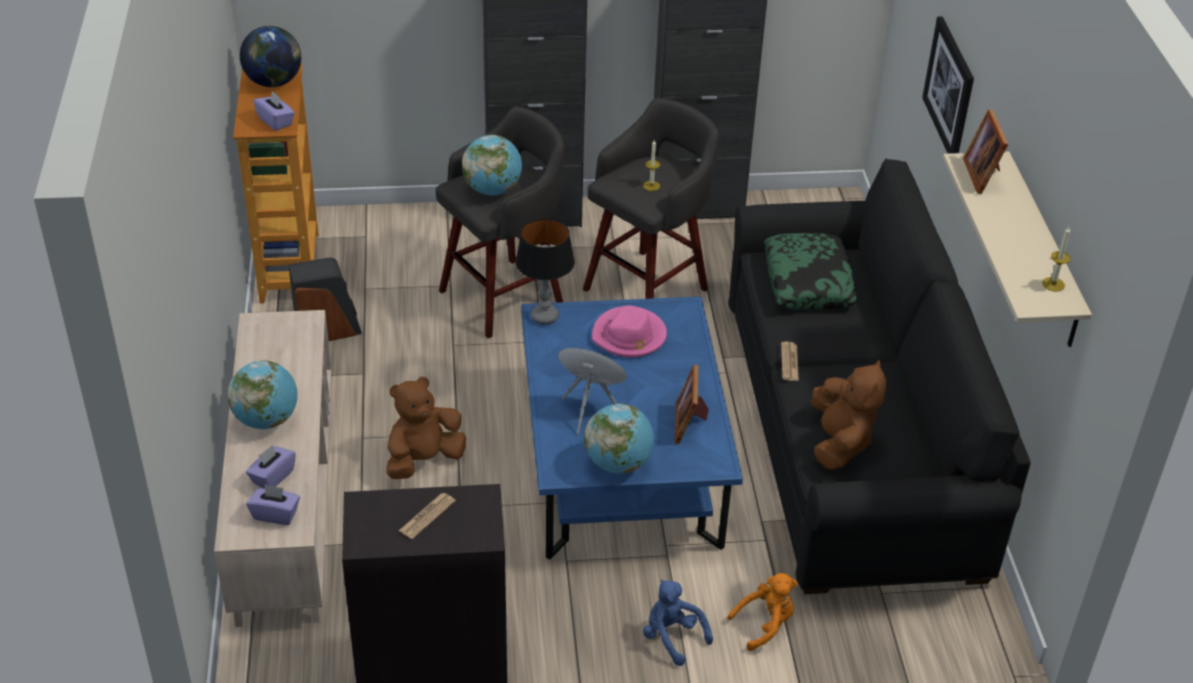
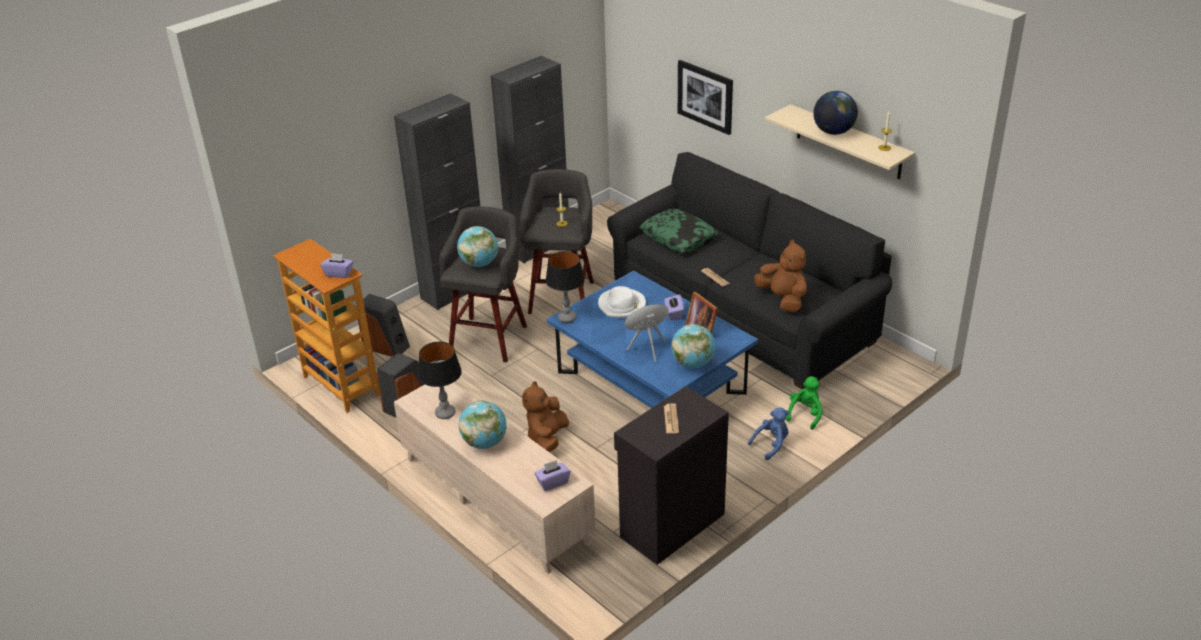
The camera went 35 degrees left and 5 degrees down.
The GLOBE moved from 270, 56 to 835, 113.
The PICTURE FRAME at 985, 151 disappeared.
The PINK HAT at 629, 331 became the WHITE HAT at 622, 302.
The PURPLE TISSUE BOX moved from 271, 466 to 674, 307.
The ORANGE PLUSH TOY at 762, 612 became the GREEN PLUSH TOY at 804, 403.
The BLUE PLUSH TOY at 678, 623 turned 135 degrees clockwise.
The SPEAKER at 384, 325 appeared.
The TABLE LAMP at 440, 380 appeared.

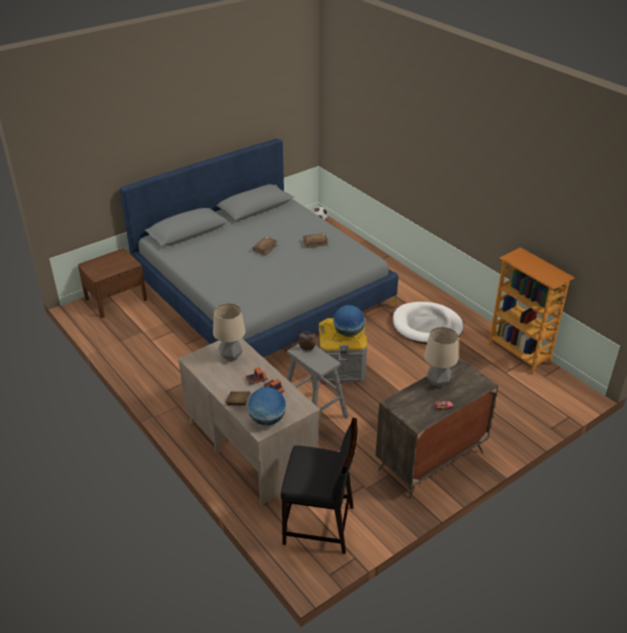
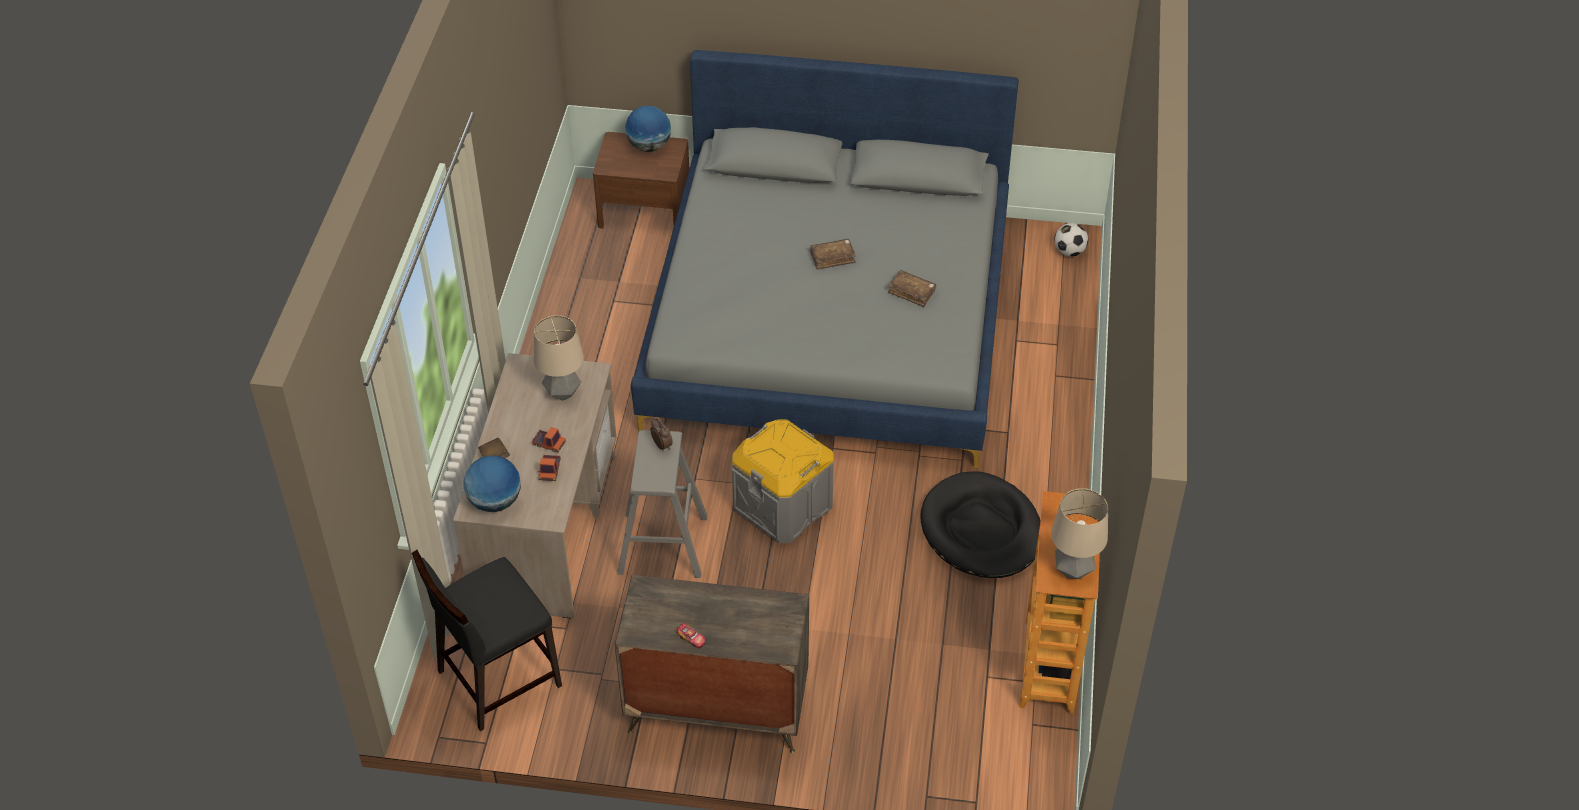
The camera went 45 degrees right and 10 degrees up.
The WHITE DOG BED at 428, 323 became the BLACK DOG BED at 981, 524.
The GLOBE moved from 349, 321 to 648, 129.
The TABLE LAMP moved from 441, 357 to 1079, 533.
The BLACK CHAIR at 319, 486 turned 90 degrees clockwise.

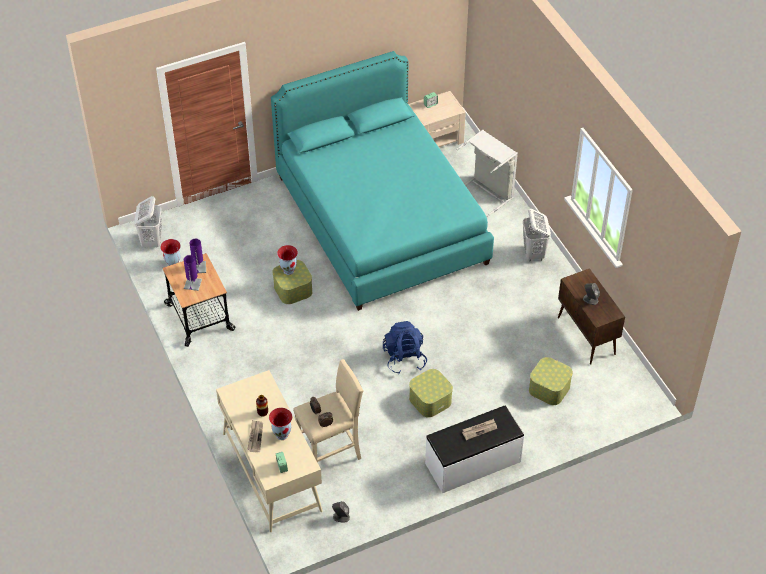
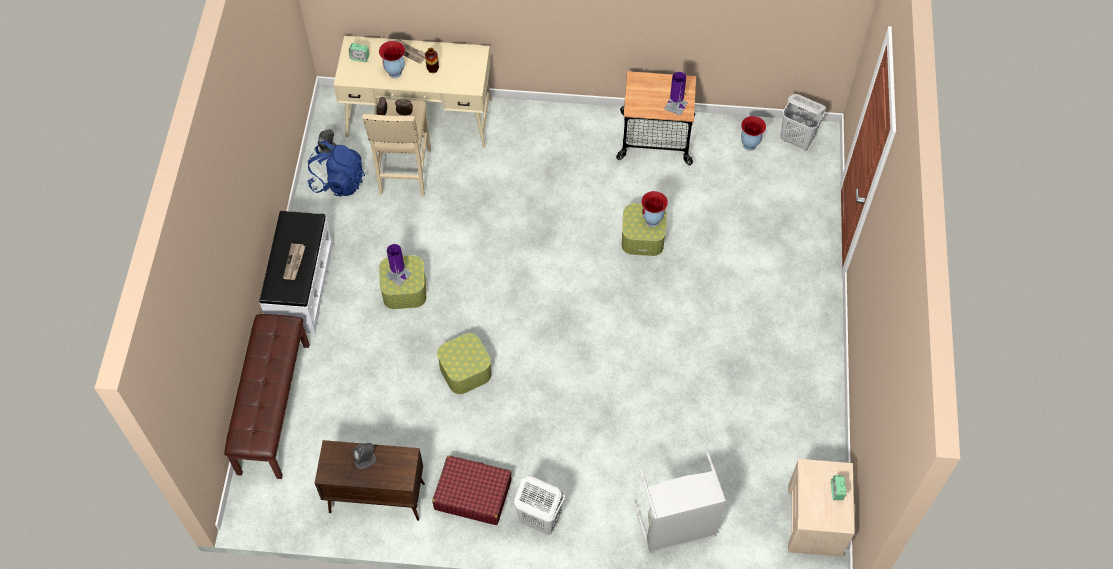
The camera went 120 degrees right and 10 degrees up.
The TURQUOISE BED at 382, 181 disappeared.
The PURPLE TABLE LAMP moved from 193, 273 to 398, 265.
The BLUE BACKPACK moved from 405, 347 to 336, 169.
The STORAGE BOX moved from 551, 381 to 464, 363.
The BROWN BENCH at 266, 396 appeared.
The RED SUITCASE at 472, 490 appeared.

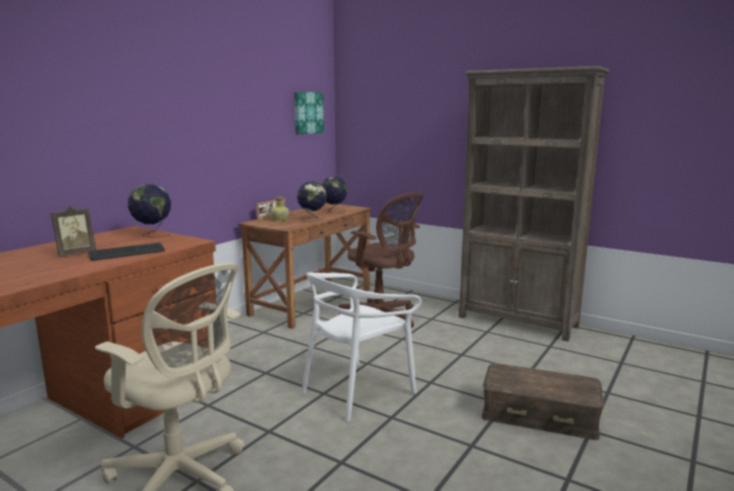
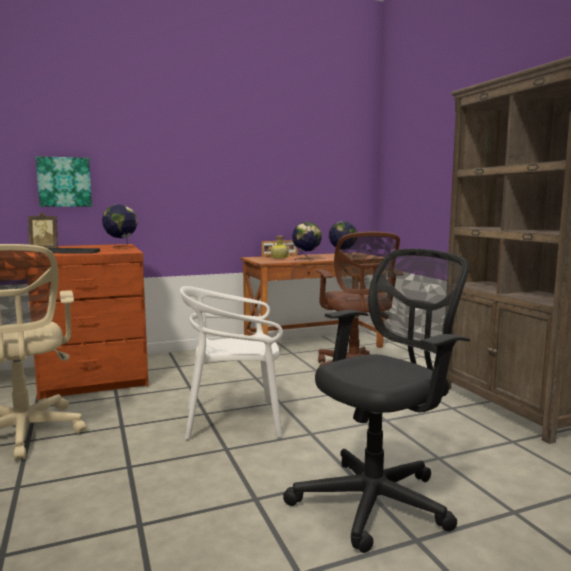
The camera went 35 degrees right and 5 degrees down.
The PICTURE moved from 309, 113 to 64, 181.
The BROWN STORAGE BOX at 543, 401 was replaced by the BLACK OFFICE CHAIR at 376, 400.

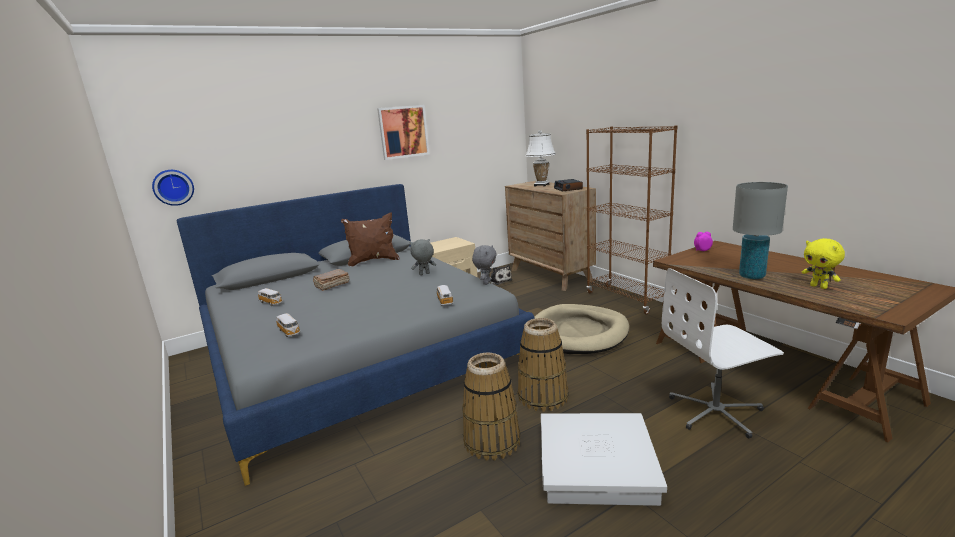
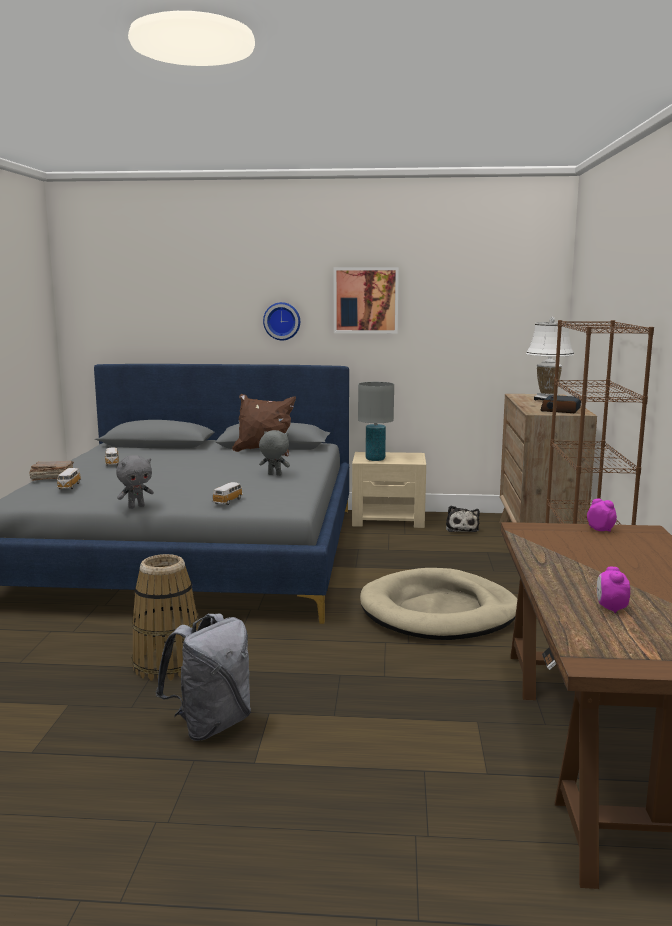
The camera went 35 degrees right and 5 degrees down.
The WALL CLOCK moved from 173, 188 to 281, 321.
The GREY TABLE LAMP moved from 760, 230 to 376, 421.
The YELLOW PLUSH TOY at 823, 263 was replaced by the ALARM CLOCK at 613, 590.
The GREY PLUSH TOY moved from 484, 265 to 135, 482.
The WHITE OFFICE CHAIR at 723, 353 disappeared.
The BROWN BOOK moved from 331, 280 to 51, 471.
The BASKET at 543, 365 disappeared.
The WHITE STORAGE BOX at 604, 459 was replaced by the GREY BACKPACK at 203, 677.

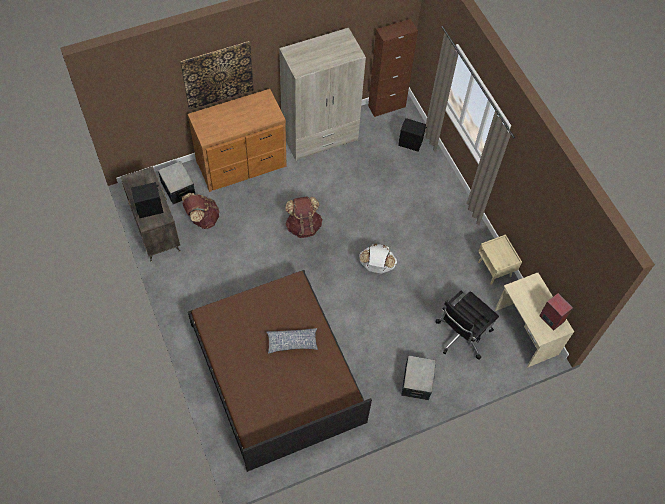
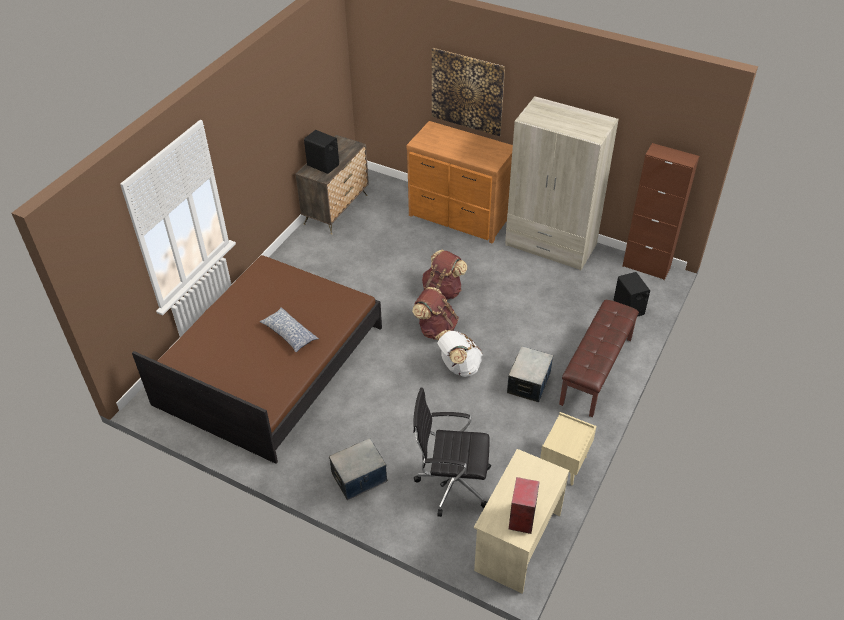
The camera went 55 degrees right and 15 degrees down.
The STORAGE BOX moved from 176, 183 to 530, 374.
The BROWN BACKPACK moved from 201, 211 to 435, 313.
The BROWN BENCH at 599, 358 appeared.

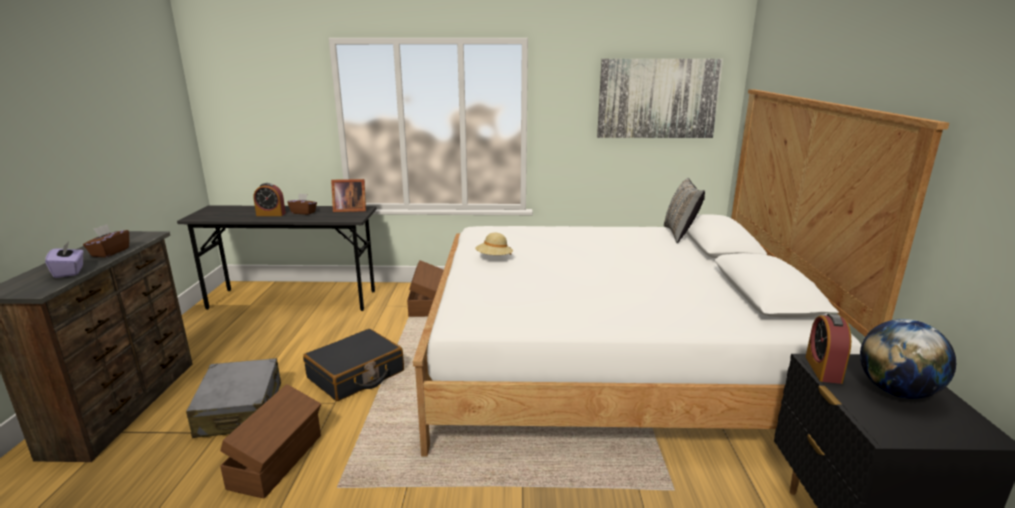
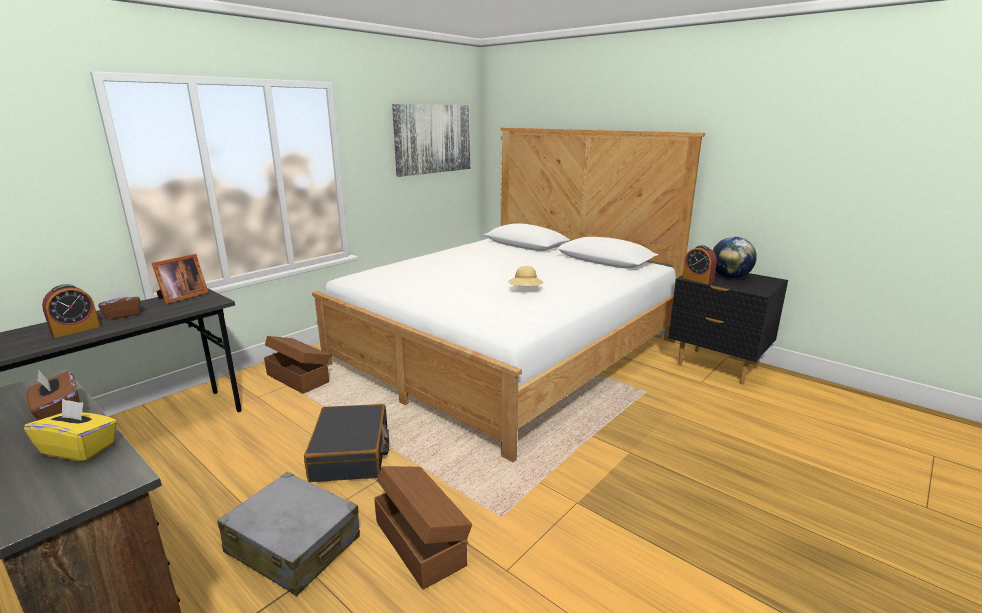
The camera went 50 degrees left and 0 degrees up.
The GREY PILLOW at 684, 210 disappeared.
The BEIGE HAT moved from 494, 244 to 525, 276.
The PURPLE TISSUE BOX at 64, 259 became the YELLOW TISSUE BOX at 70, 430.

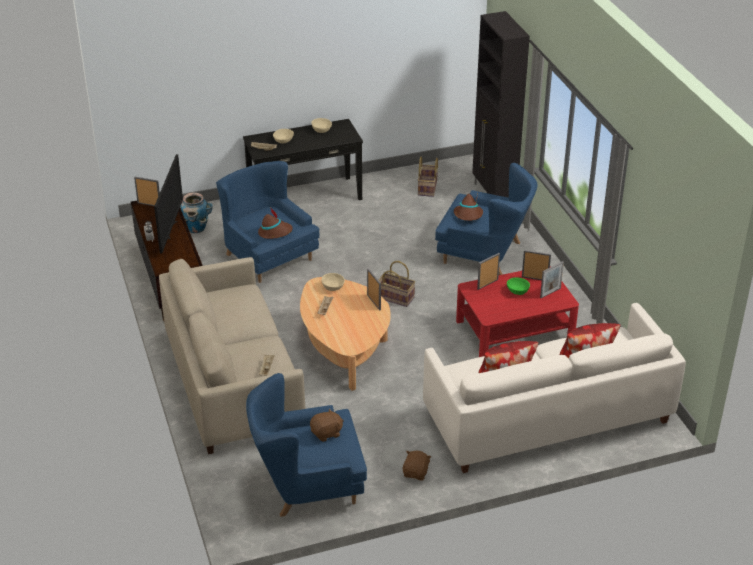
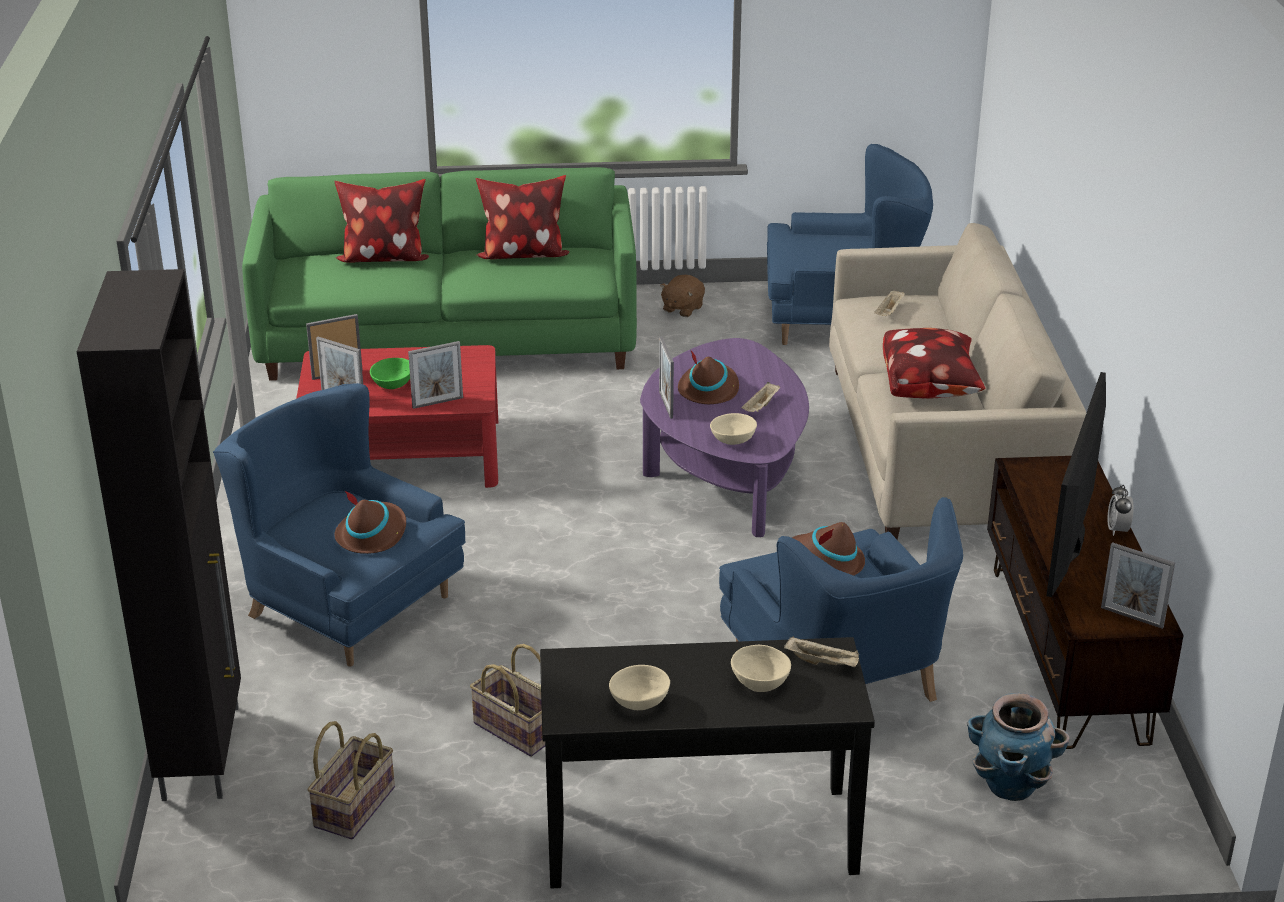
The camera went 165 degrees left and 5 degrees down.
The BASKET moved from 397, 284 to 507, 700.
The BEIGE COFFEE TABLE at 345, 334 became the PURPLE COFFEE TABLE at 724, 437.
The WHITE SOFA at 554, 388 became the GREEN SOFA at 439, 274.
The BROWN PLUSH TOY at 327, 425 disappeared.
The PILLOW at 934, 363 appeared.
The BROWN HAT at 708, 377 appeared.

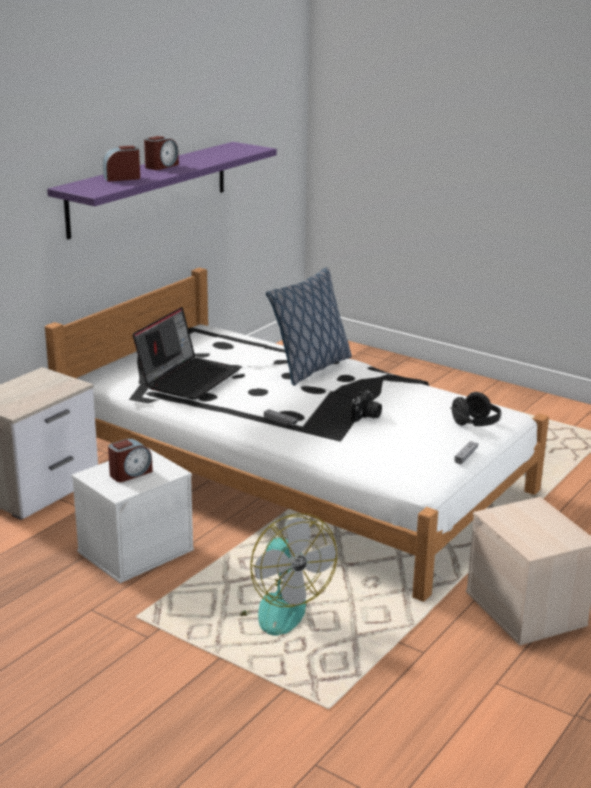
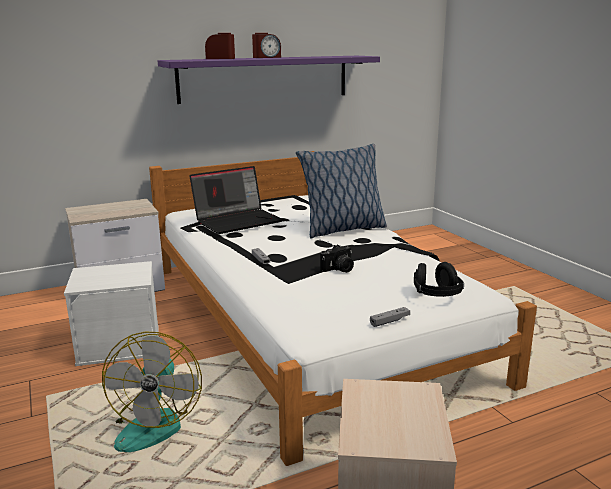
The camera went 30 degrees right and 5 degrees down.
The ALARM CLOCK at 130, 460 disappeared.

